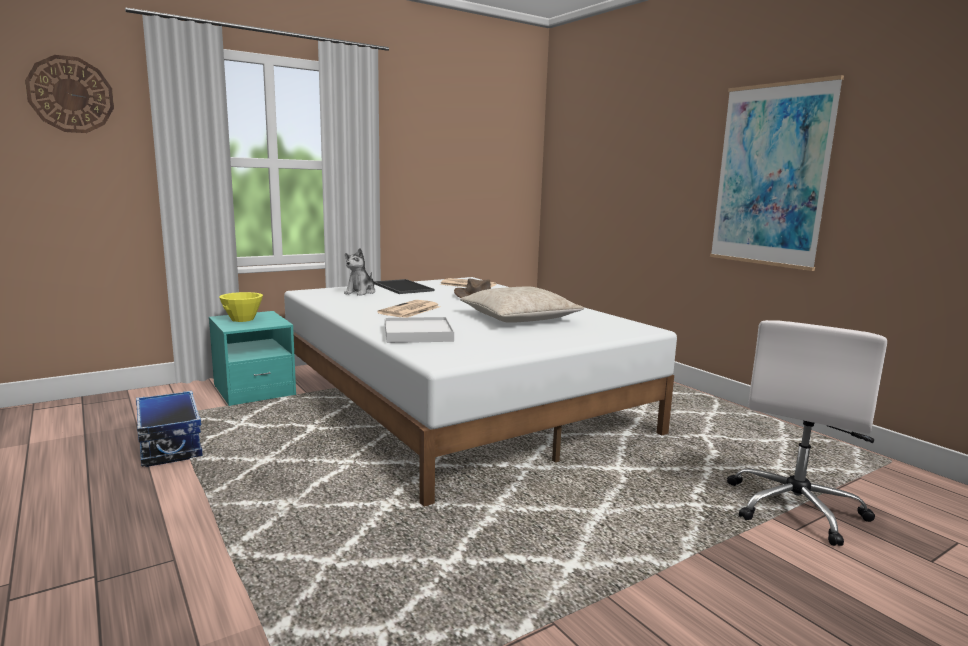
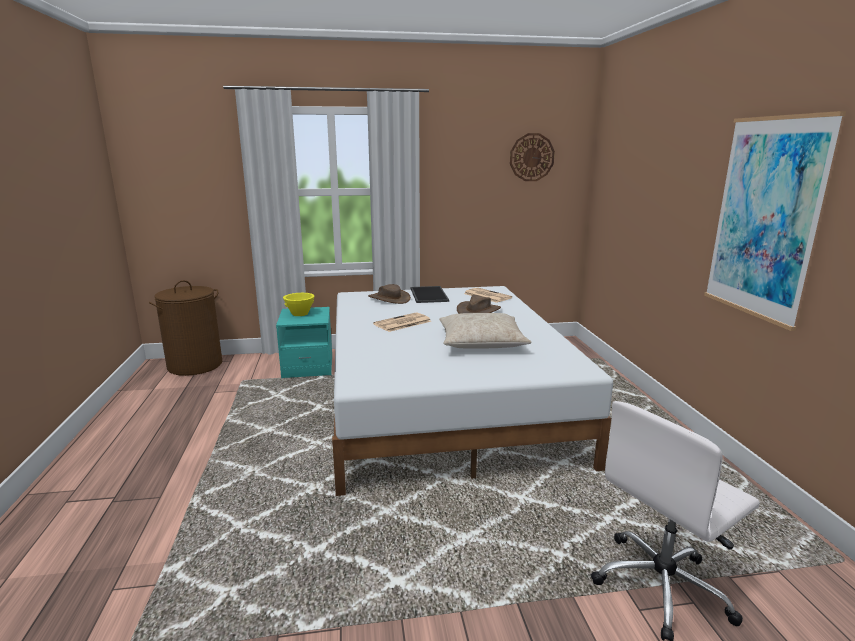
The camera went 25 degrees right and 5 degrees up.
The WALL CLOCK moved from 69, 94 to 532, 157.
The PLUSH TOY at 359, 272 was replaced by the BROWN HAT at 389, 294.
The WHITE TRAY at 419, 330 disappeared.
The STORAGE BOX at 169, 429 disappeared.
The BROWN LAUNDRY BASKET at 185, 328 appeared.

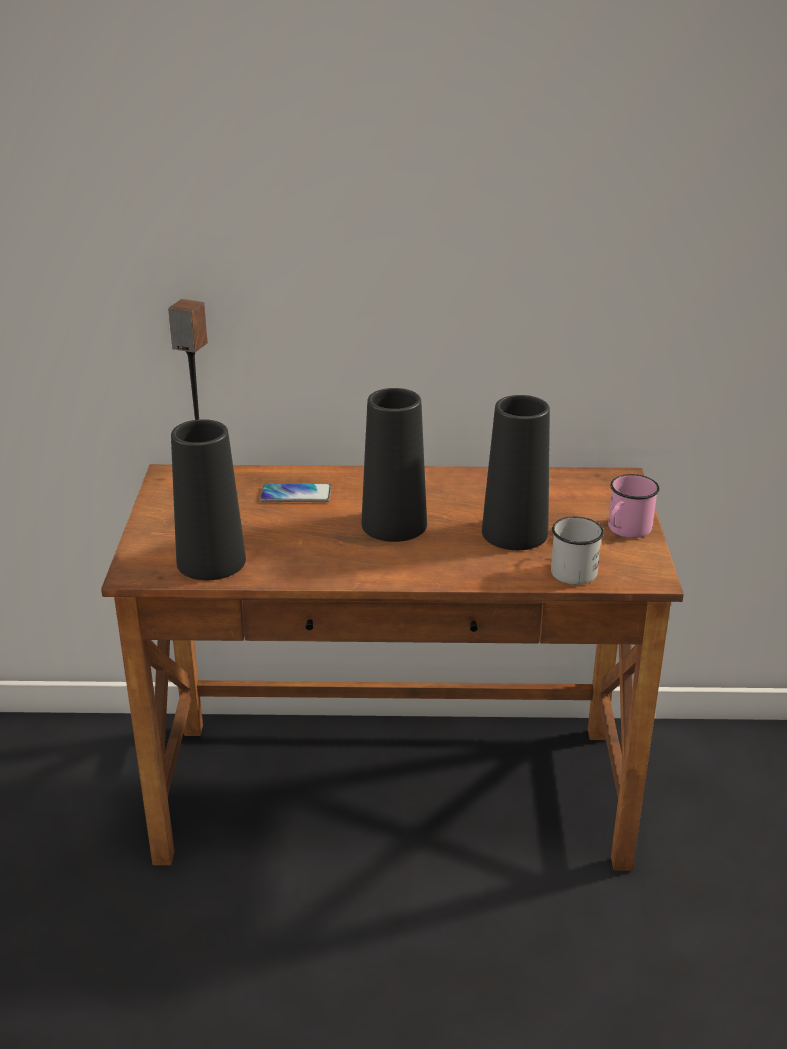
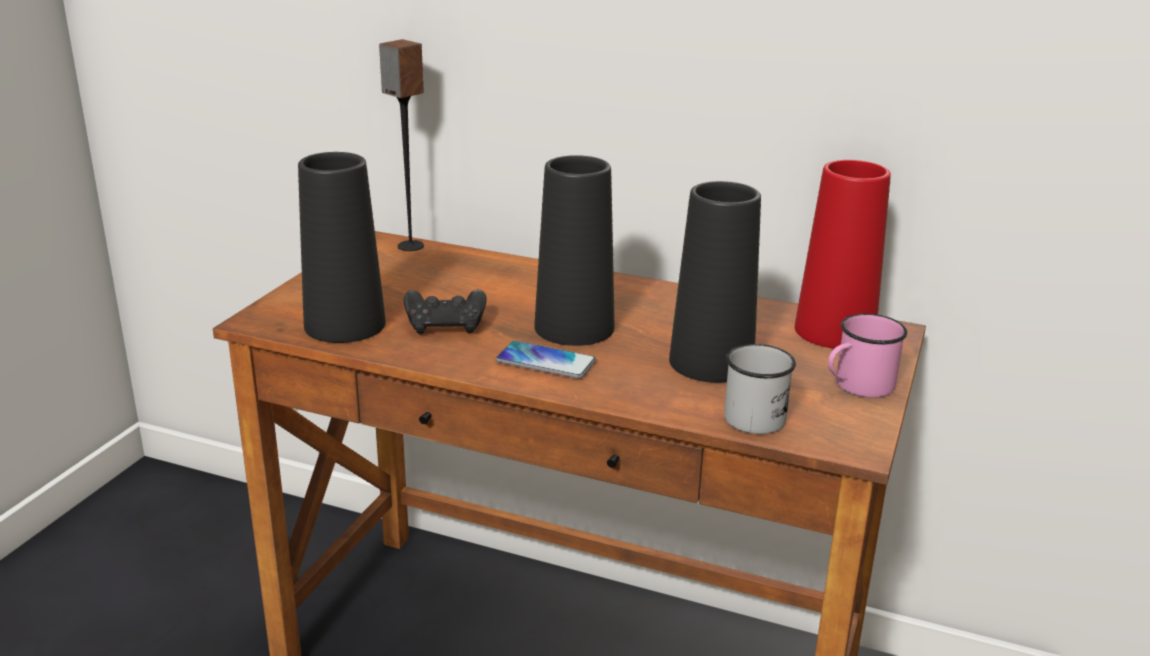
The camera went 20 degrees right and 5 degrees down.
The PHONE moved from 295, 492 to 546, 360.
The RED VASE at 843, 254 appeared.
The BLACK GAME CONTROLLER at 445, 312 appeared.

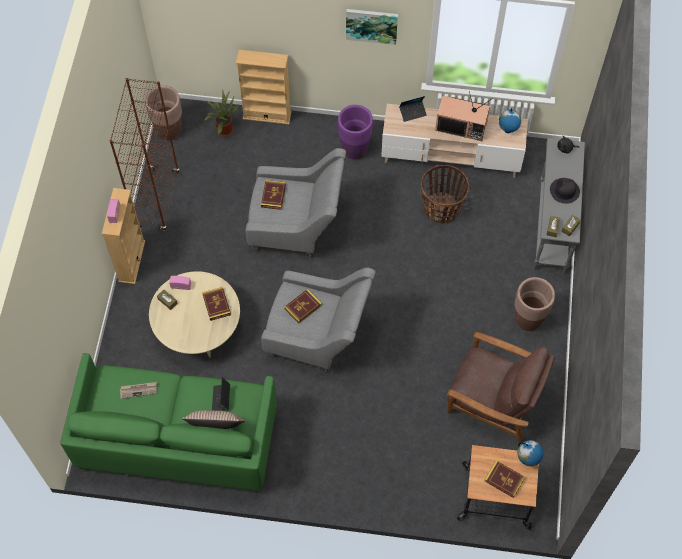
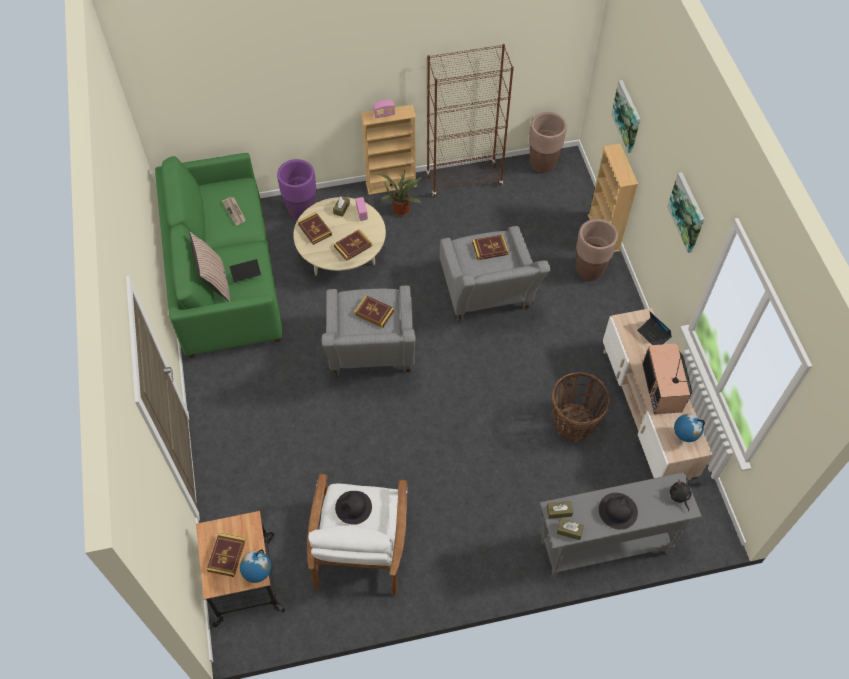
The camera went 70 degrees right and 5 degrees down.
The POTTED PLANT moved from 221, 113 to 400, 193.
The PURPLE PLANTER moved from 355, 132 to 296, 189.
The BROWN PLANTER moved from 535, 304 to 597, 250.
The BROWN ARMCHAIR at 501, 387 became the WHITE ARMCHAIR at 357, 535.
The PICTURE at 625, 116 appeared.
The BOOK at 314, 228 appeared.
The BLACK HAT at 353, 508 appeared.

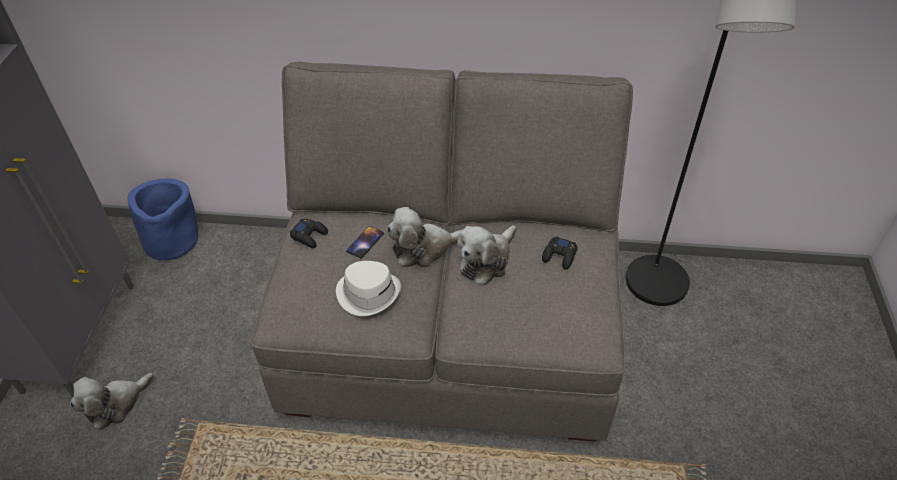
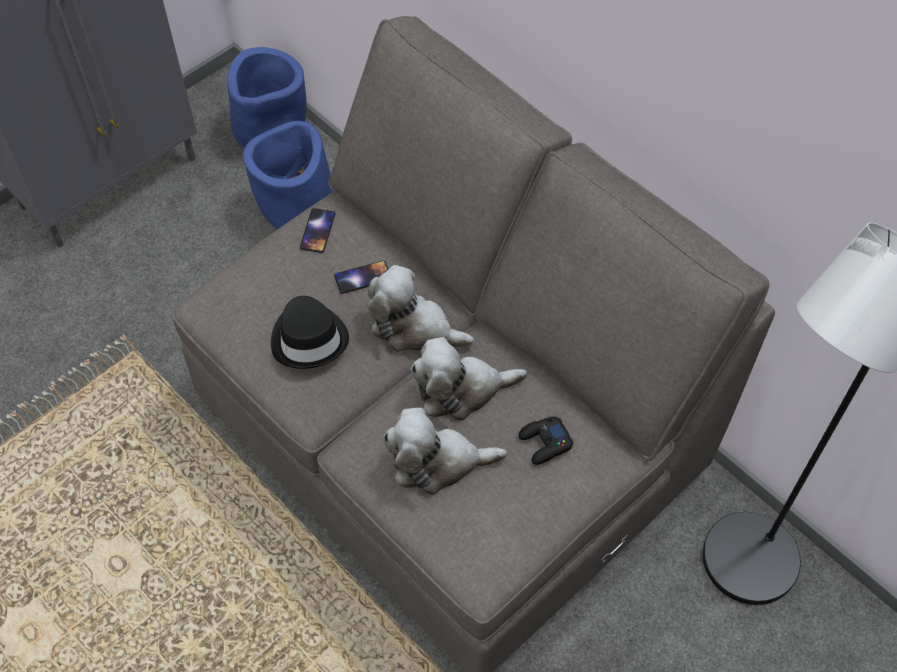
The camera went 40 degrees right and 10 degrees up.
The BLACK GAME CONTROLLER at 308, 233 was replaced by the PHONE at 317, 230.
The WHITE HAT at 368, 288 became the BLACK HAT at 310, 332.
The PLUSH TOY moved from 112, 401 to 445, 451.
The BLUE PLANTER at 288, 175 appeared.

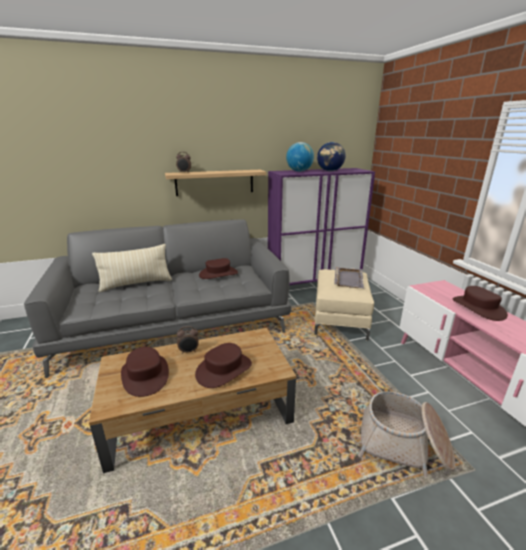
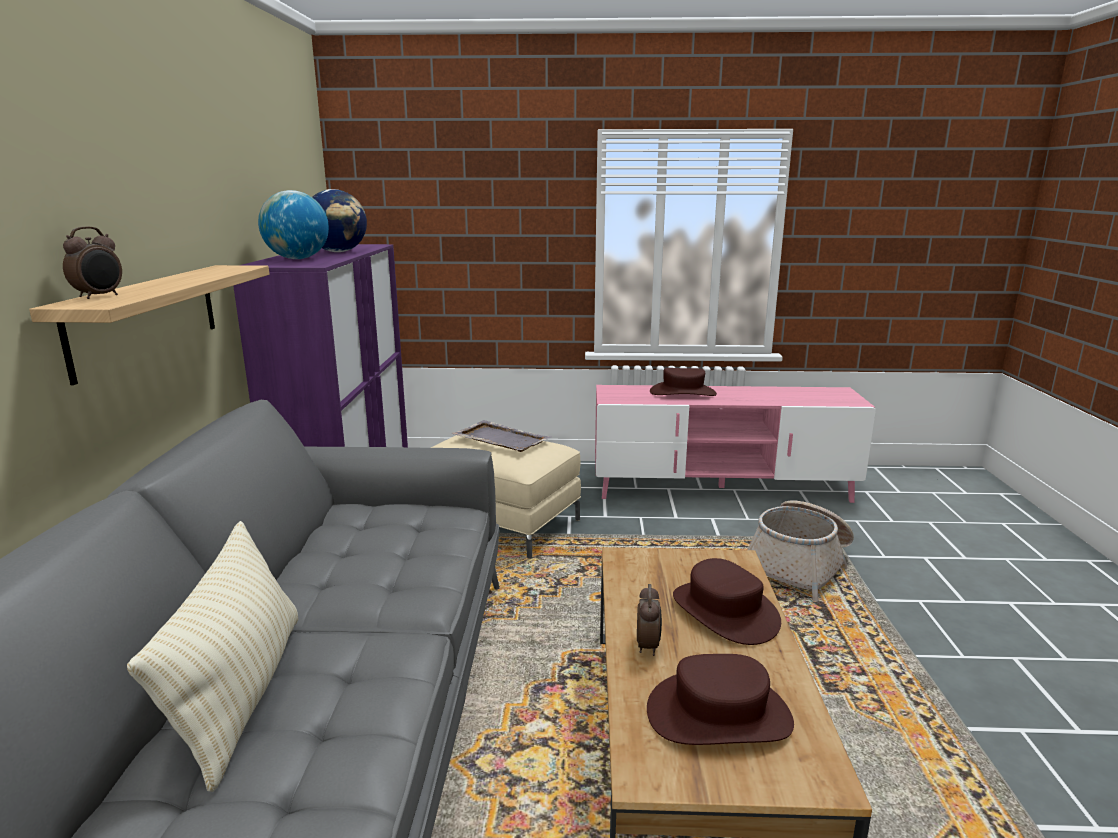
The camera went 70 degrees left and 5 degrees down.
The BROWN HAT at 218, 268 disappeared.

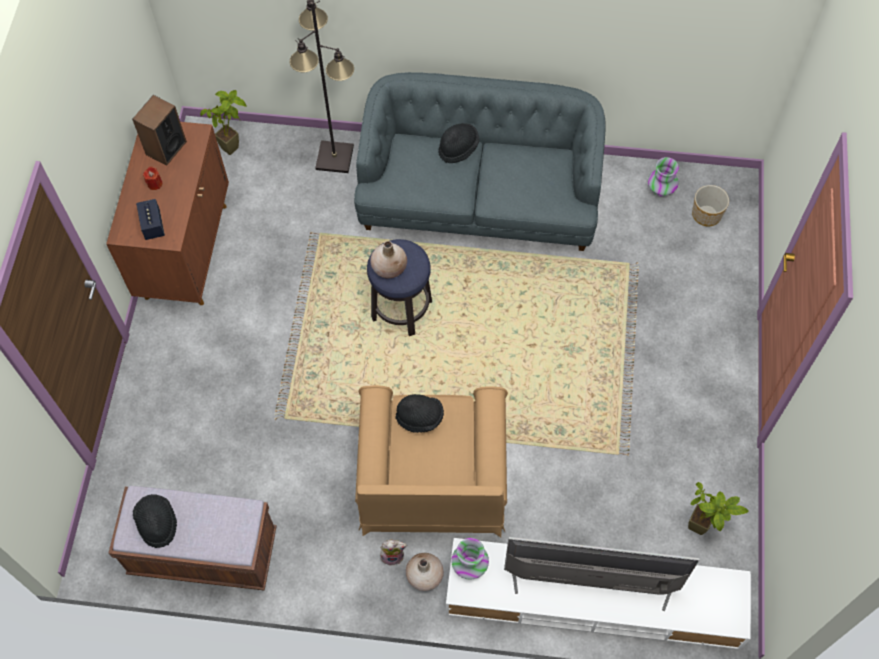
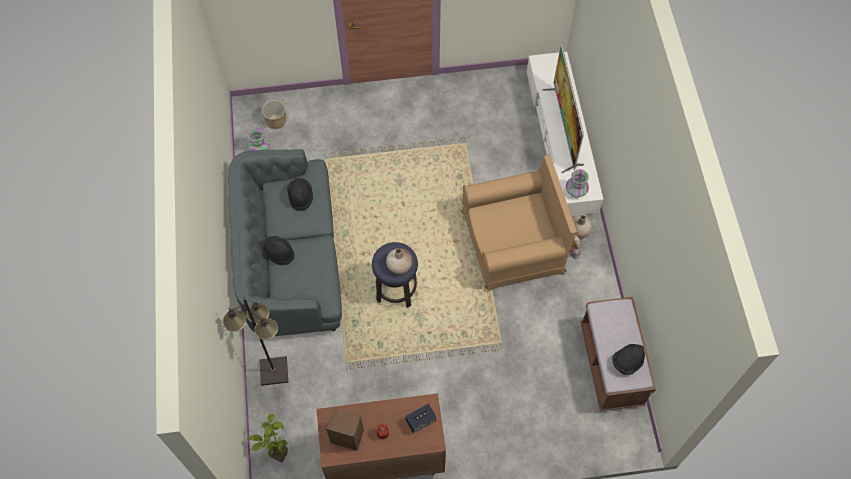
The camera went 105 degrees left and 0 degrees up.
The BLACK HAT moved from 419, 413 to 300, 194.
The POTTED PLANT at 718, 508 disappeared.

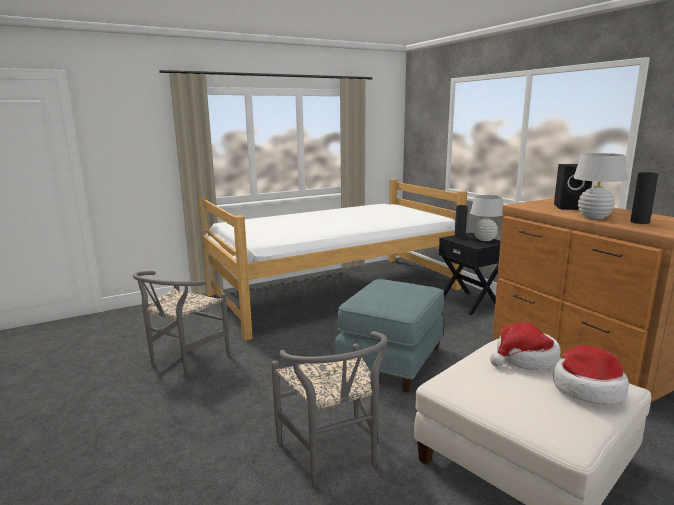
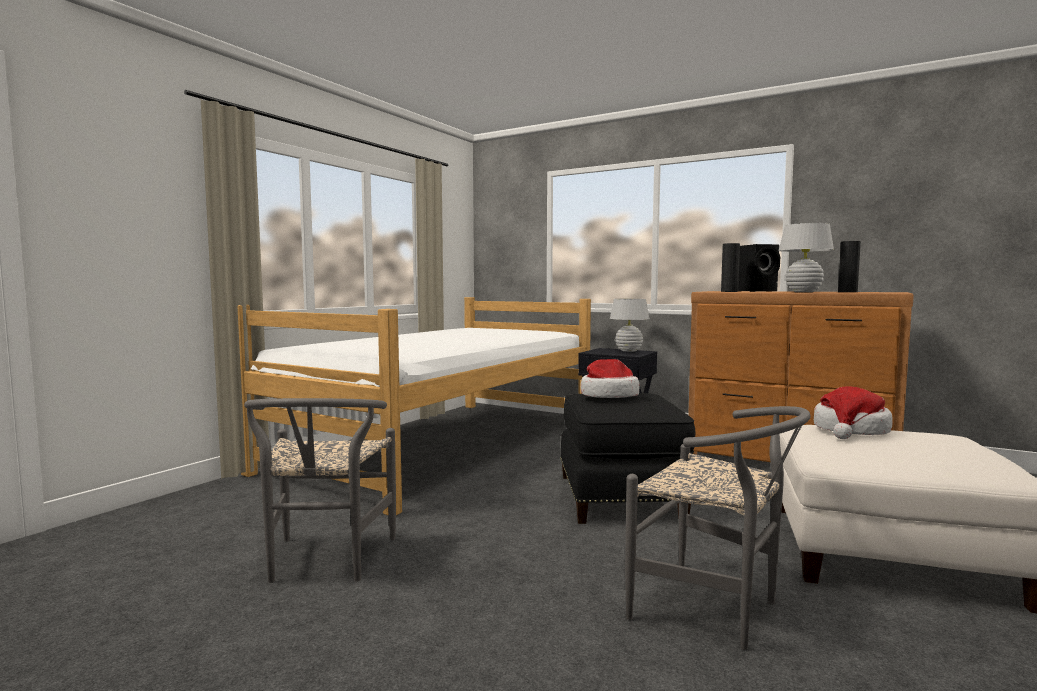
The camera went 30 degrees left and 10 degrees down.
The BLACK VASE moved from 461, 222 to 730, 267.
The BLUE OTTOMAN at 389, 336 became the BLACK OTTOMAN at 627, 458.
The HAT moved from 591, 375 to 610, 378.

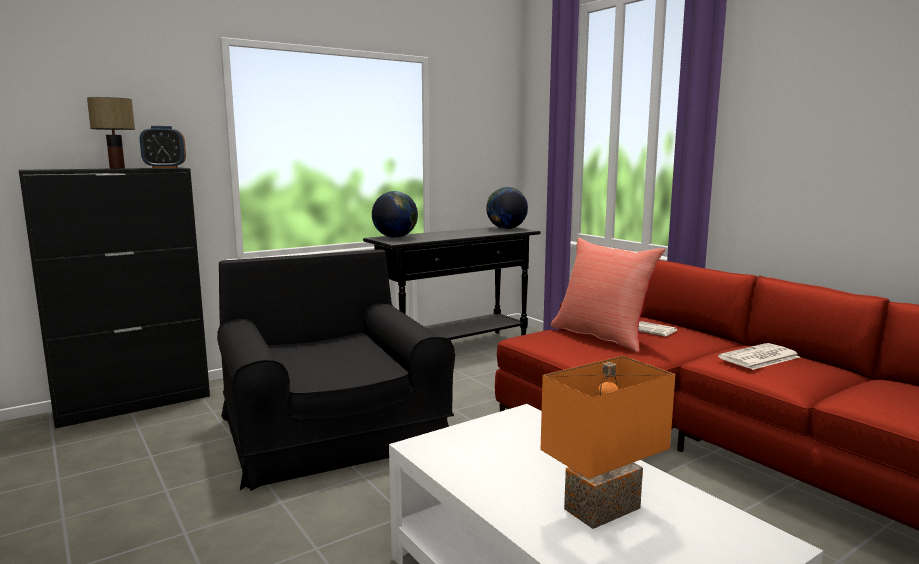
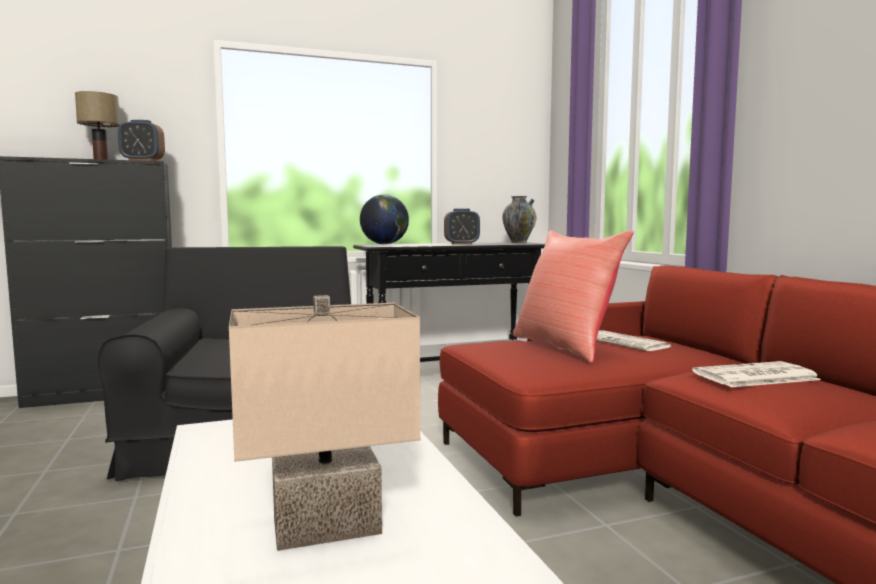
The camera went 15 degrees right and 5 degrees down.
The GLOBE at 507, 208 was replaced by the VASE at 519, 219.
The ORANGE TABLE LAMP at 607, 442 became the BEIGE TABLE LAMP at 324, 423.
The ALARM CLOCK at 462, 227 appeared.

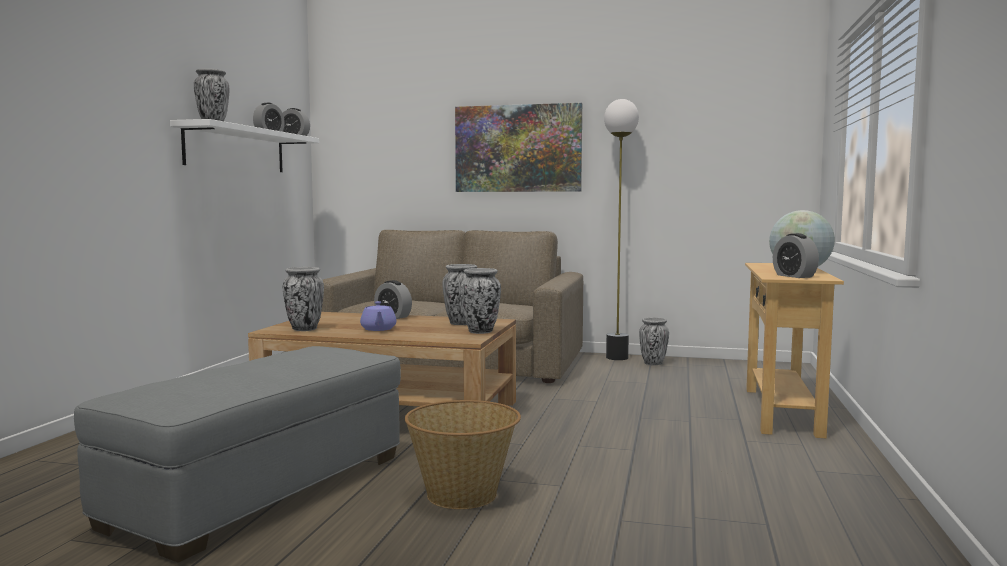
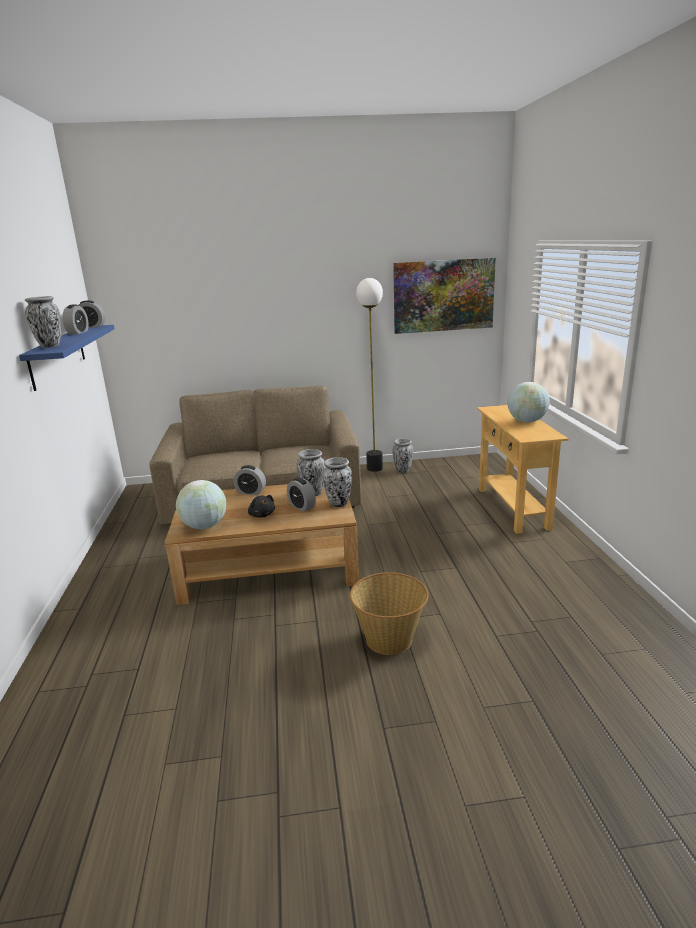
The camera went 20 degrees left and 15 degrees up.
The PICTURE moved from 518, 147 to 444, 296.
The WHITE SHELF at 244, 145 became the BLUE SHELF at 66, 358.
The ALARM CLOCK moved from 796, 255 to 301, 495.
The VASE at 303, 299 was replaced by the GLOBE at 201, 504.
The PURPLE TEAPOT at 378, 316 was replaced by the BLACK PLUSH TOY at 261, 506.
The GREY OTTOMAN at 237, 454 disappeared.

